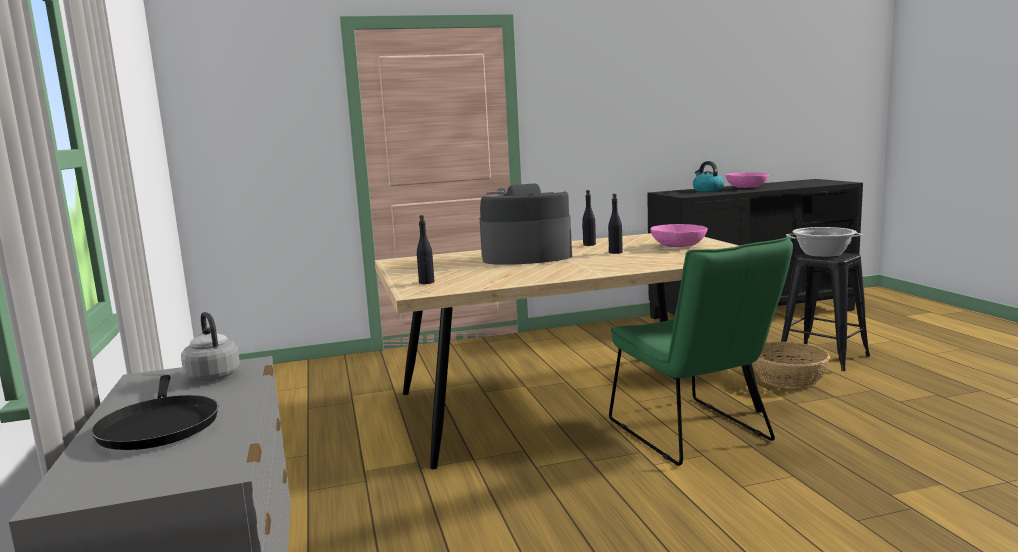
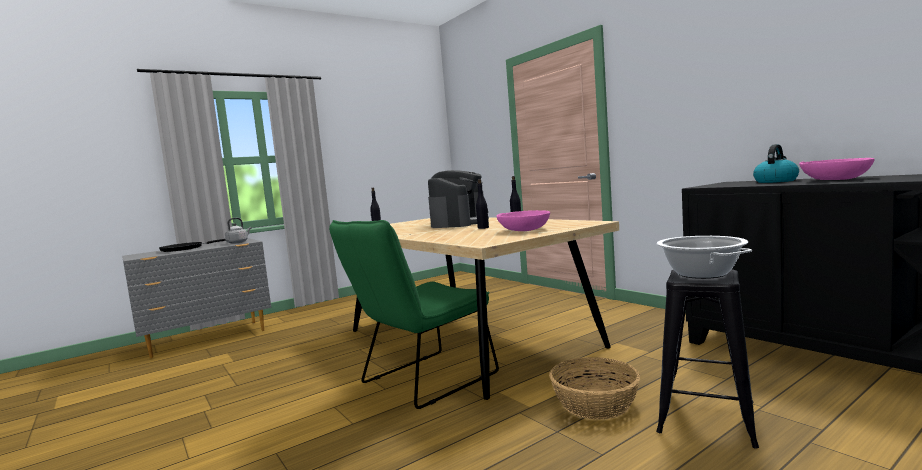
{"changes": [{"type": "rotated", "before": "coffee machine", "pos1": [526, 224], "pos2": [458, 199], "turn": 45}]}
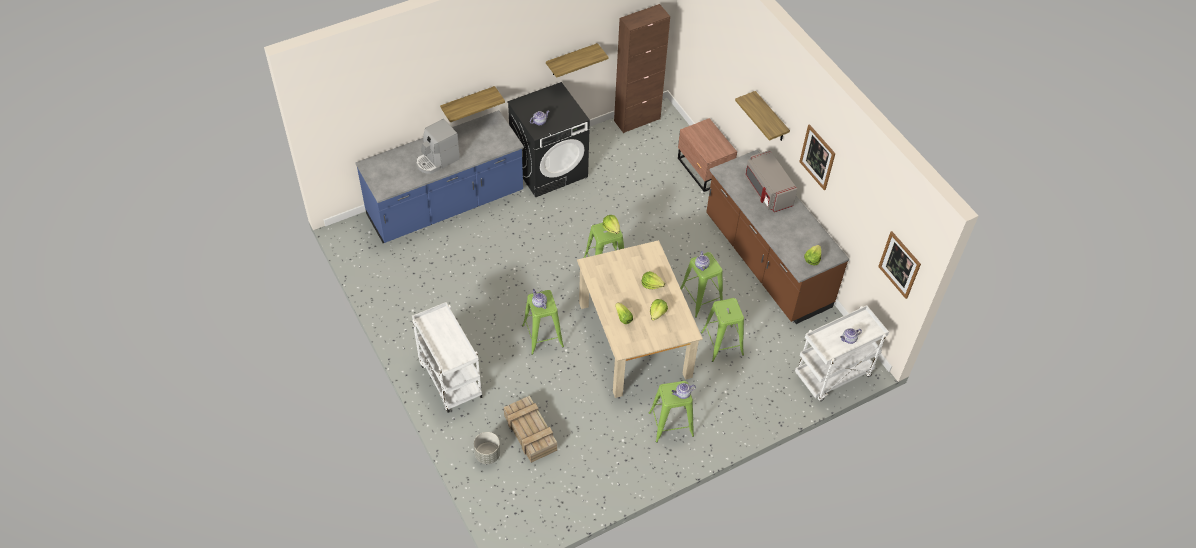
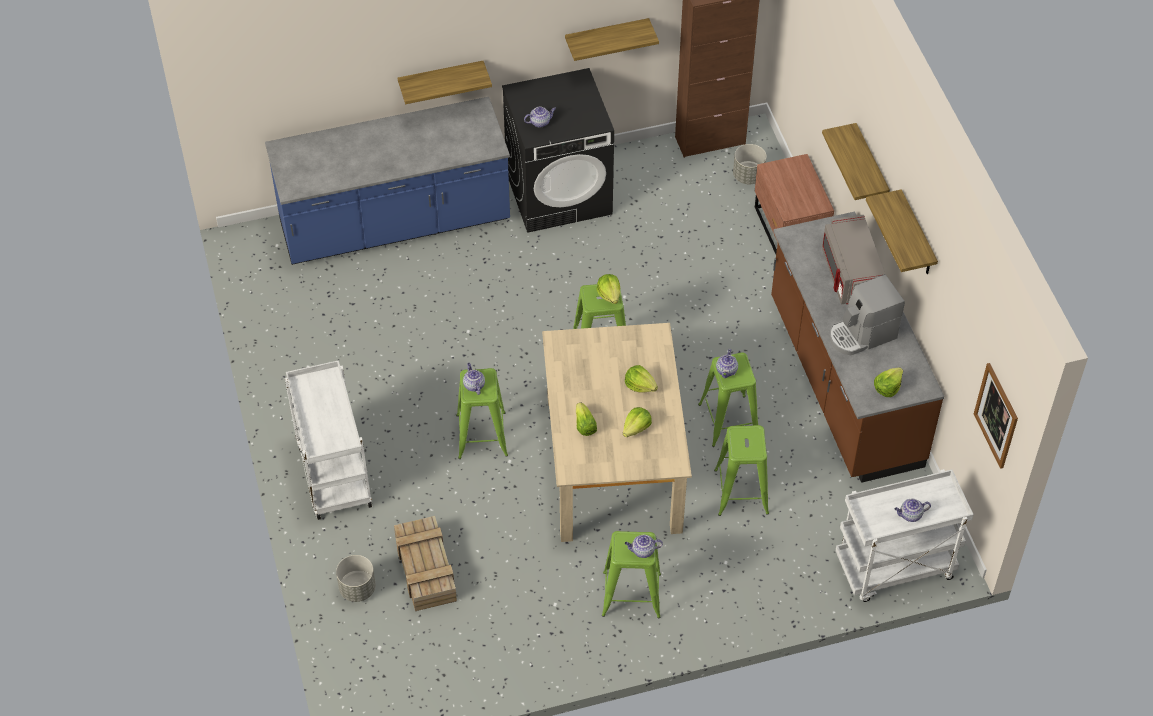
{"changes": [{"type": "shifted", "before": "coffee machine", "pos1": [438, 146], "pos2": [867, 314]}, {"type": "swapped", "before": "picture", "after": "shelf", "pos1": [817, 157], "pos2": [902, 231]}, {"type": "new", "after": "grey planter", "pos2": [750, 164]}]}
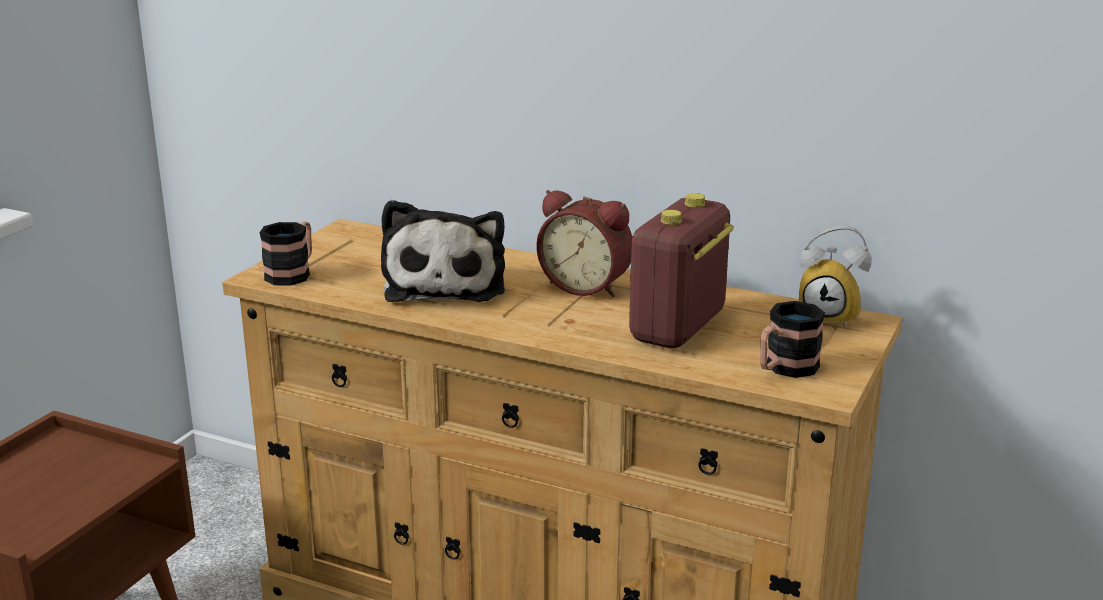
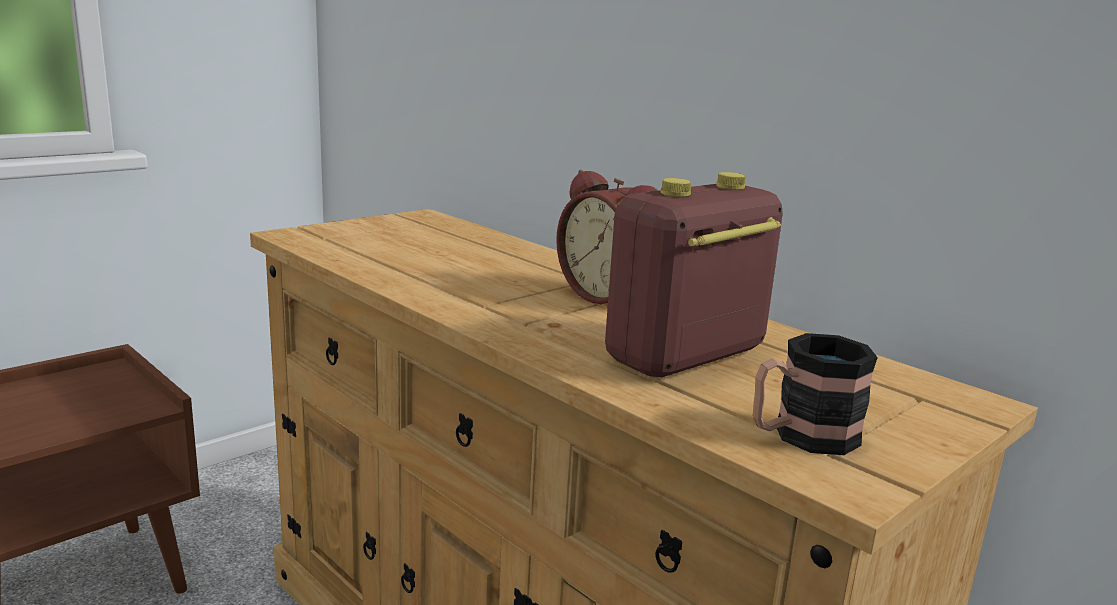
{"changes": [{"type": "gone", "before": "mug", "pos1": [285, 254]}, {"type": "gone", "before": "plush toy", "pos1": [443, 251]}, {"type": "gone", "before": "alarm clock", "pos1": [835, 276]}]}
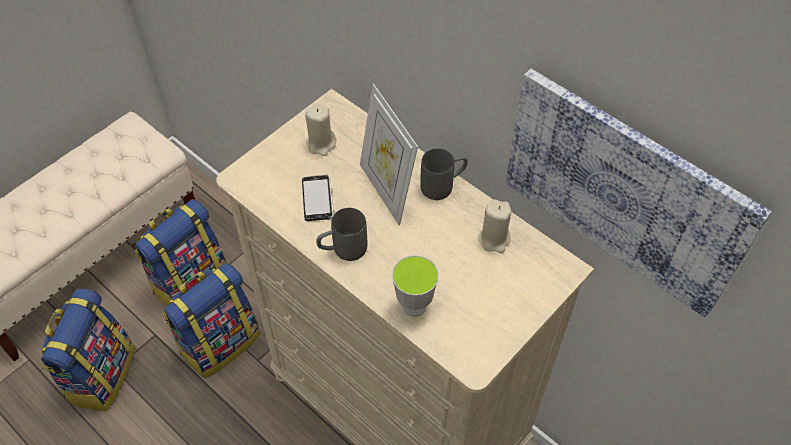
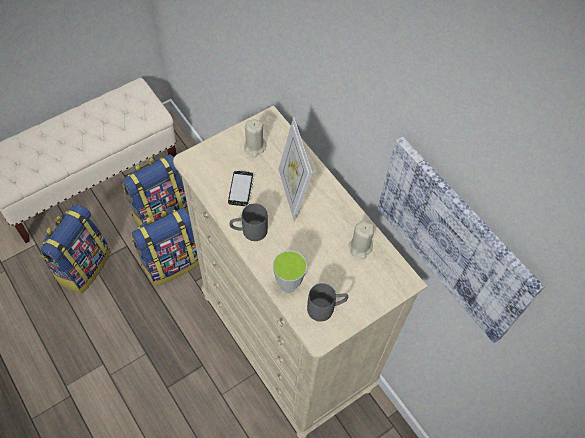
{"changes": [{"type": "shifted", "before": "grey mug", "pos1": [444, 174], "pos2": [327, 302]}]}
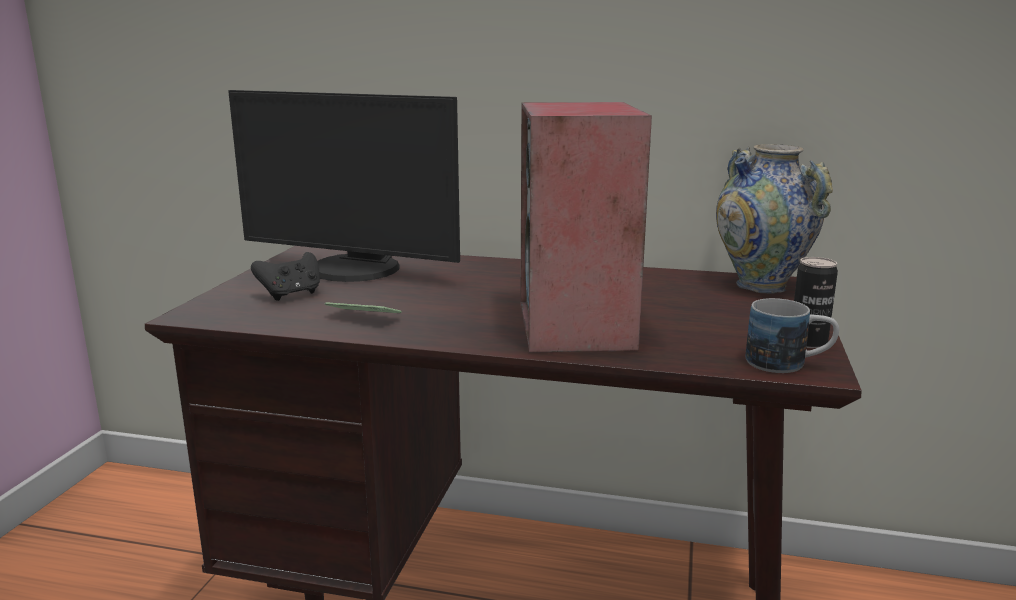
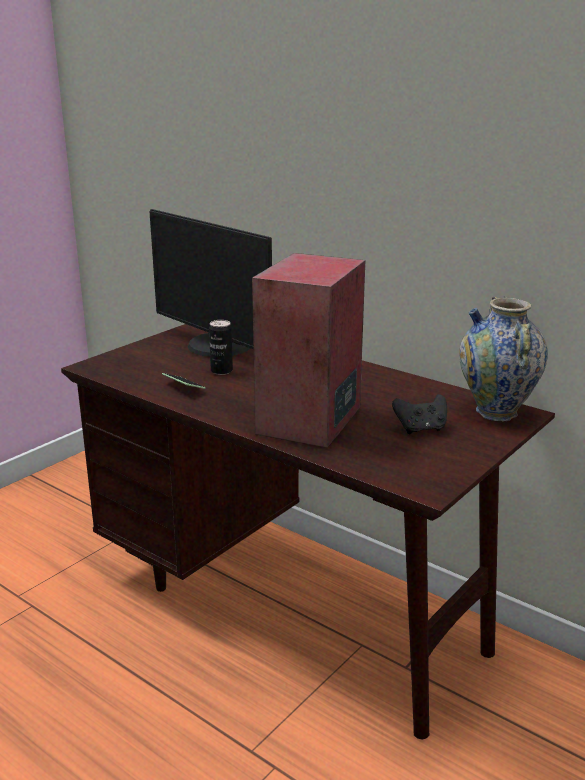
{"changes": [{"type": "shifted", "before": "black game controller", "pos1": [285, 276], "pos2": [419, 414]}, {"type": "gone", "before": "mug", "pos1": [792, 335]}, {"type": "shifted", "before": "can", "pos1": [816, 302], "pos2": [221, 347]}]}
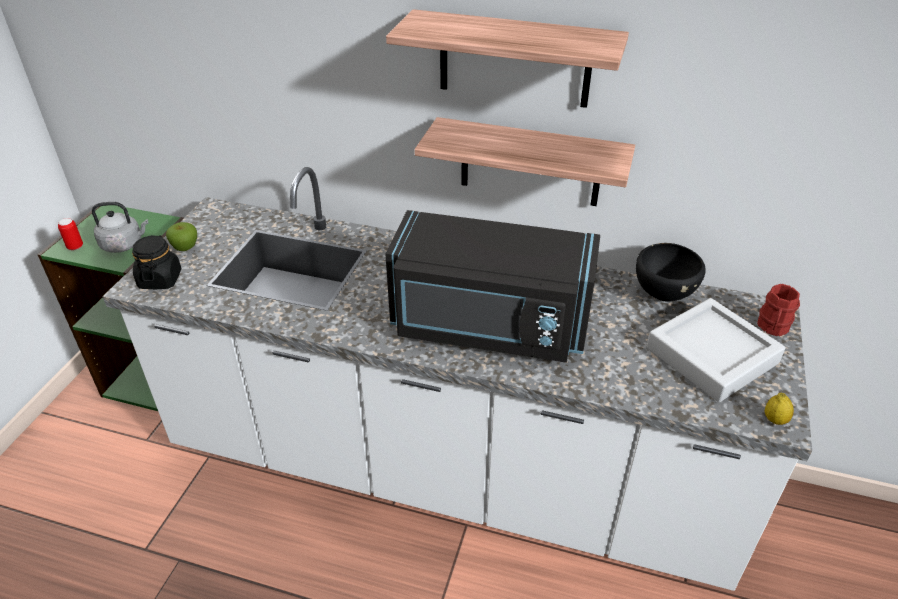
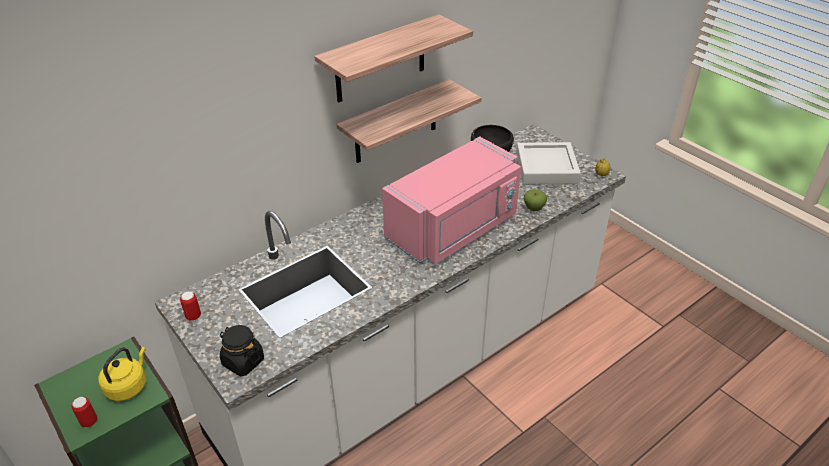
{"changes": [{"type": "repainted", "before": "grey kettle", "after": "yellow kettle", "pos1": [120, 227], "pos2": [122, 374]}, {"type": "shifted", "before": "apple", "pos1": [181, 236], "pos2": [535, 201]}, {"type": "repainted", "before": "black microwave", "after": "pink microwave", "pos1": [492, 286], "pos2": [451, 200]}, {"type": "gone", "before": "red mug", "pos1": [778, 310]}, {"type": "new", "after": "can", "pos2": [190, 306]}]}
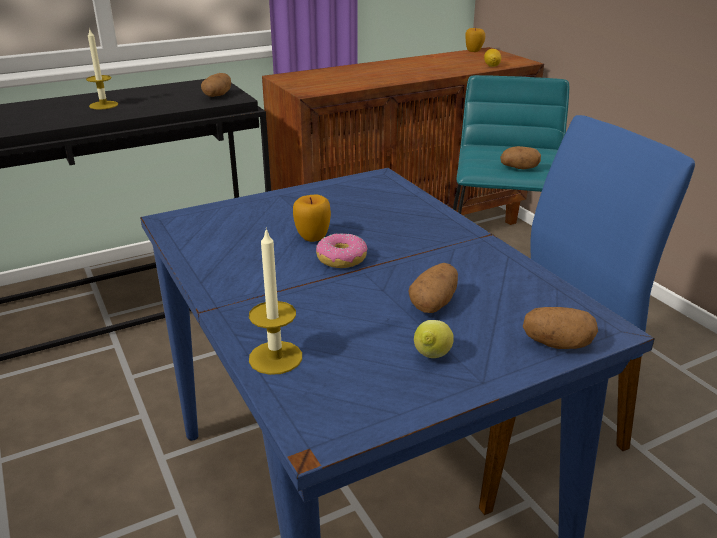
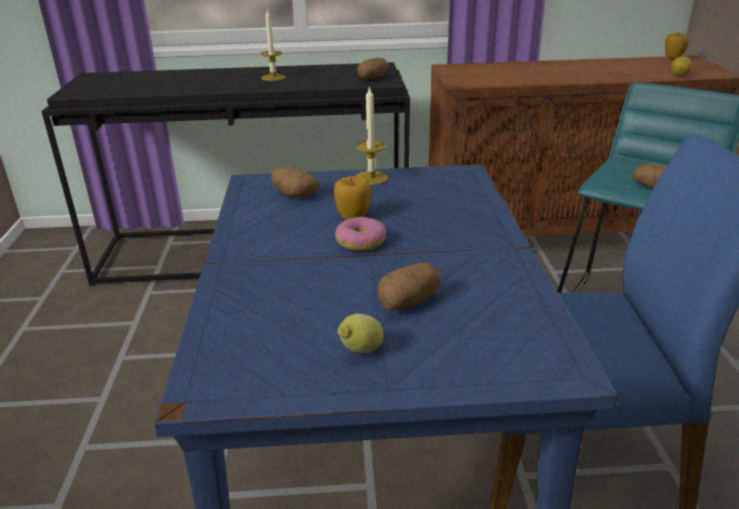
{"changes": [{"type": "shifted", "before": "candle", "pos1": [275, 301], "pos2": [371, 135]}, {"type": "shifted", "before": "potato", "pos1": [560, 328], "pos2": [295, 182]}]}
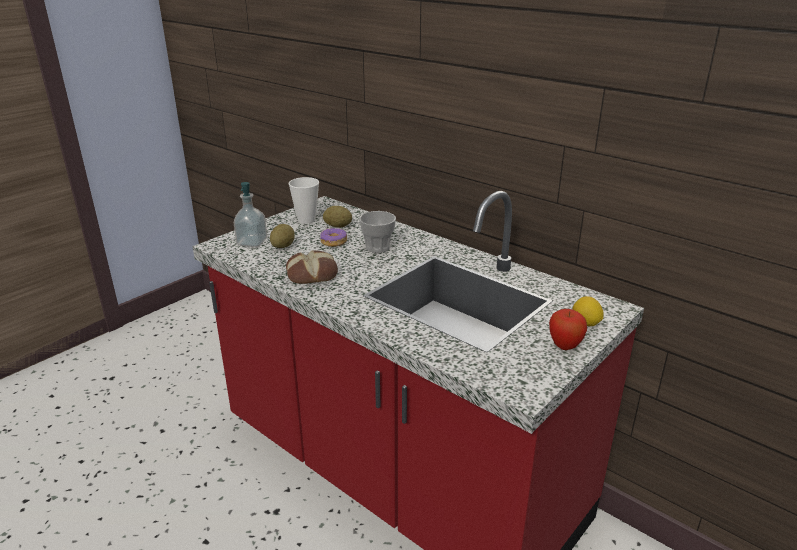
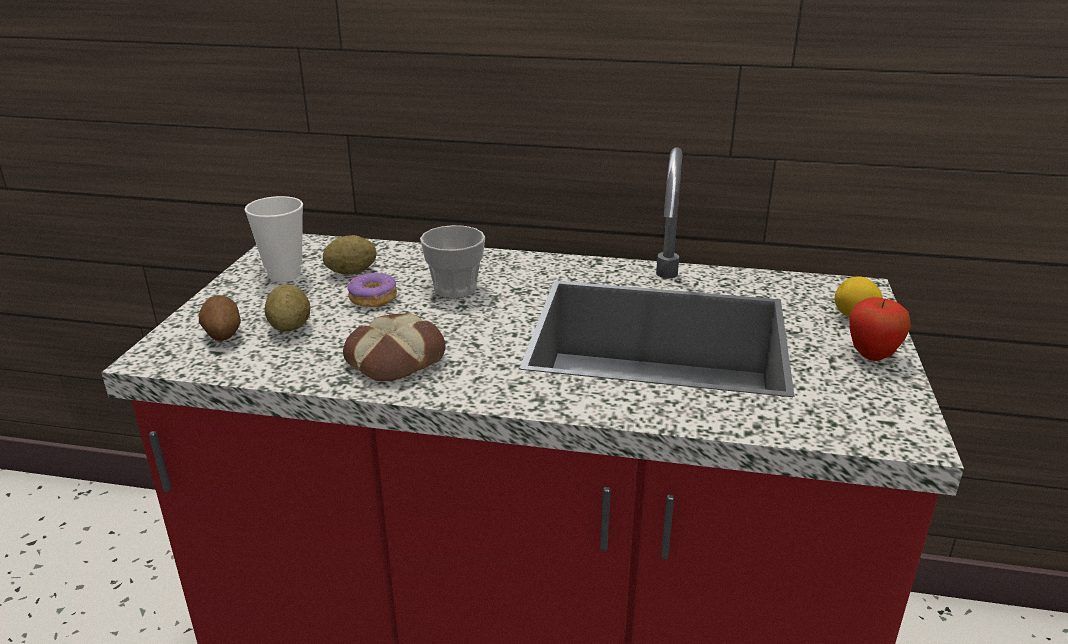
{"changes": [{"type": "swapped", "before": "soap dispenser", "after": "potato", "pos1": [250, 214], "pos2": [220, 318]}]}
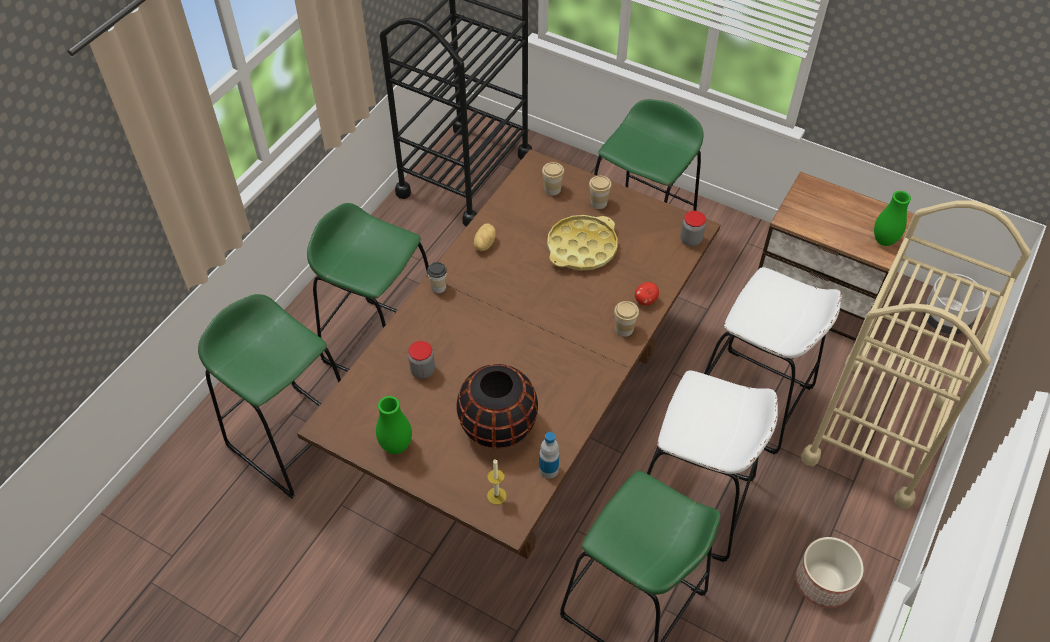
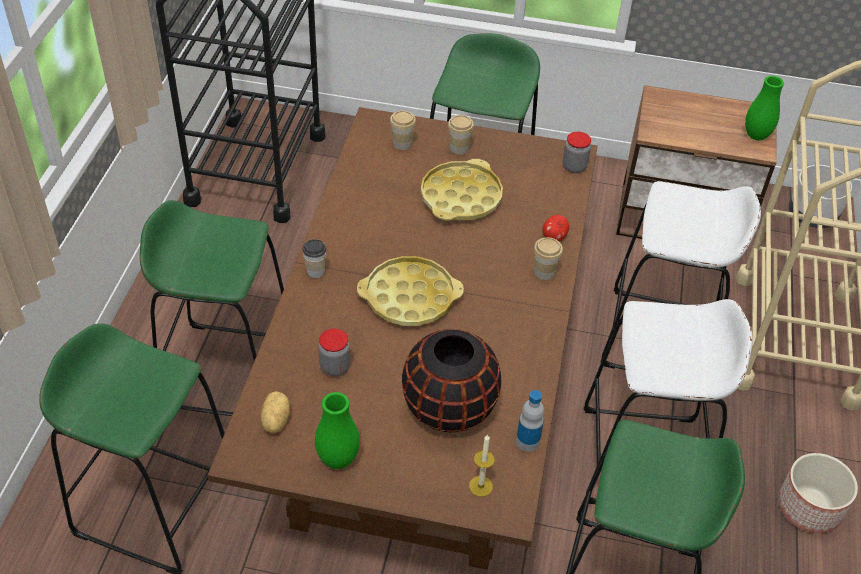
{"changes": [{"type": "shifted", "before": "potato", "pos1": [485, 237], "pos2": [275, 412]}, {"type": "new", "after": "yellow tray", "pos2": [410, 291]}]}
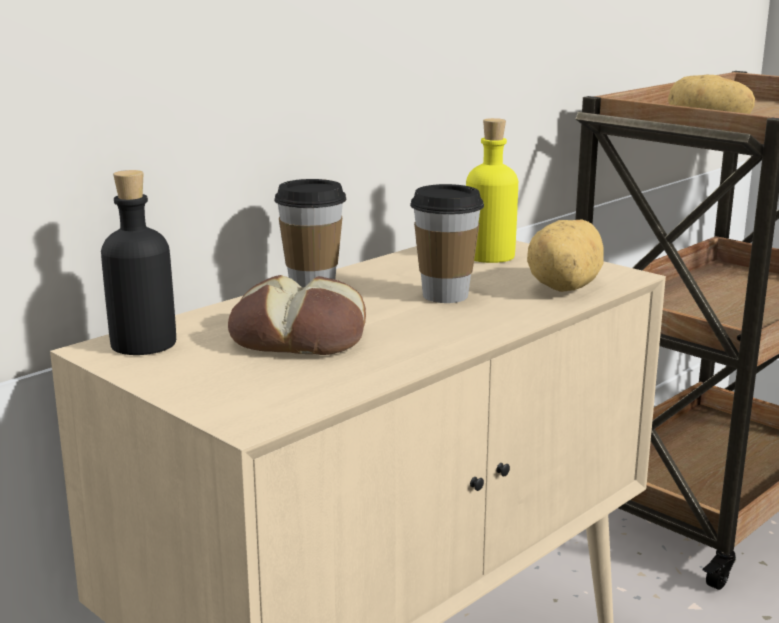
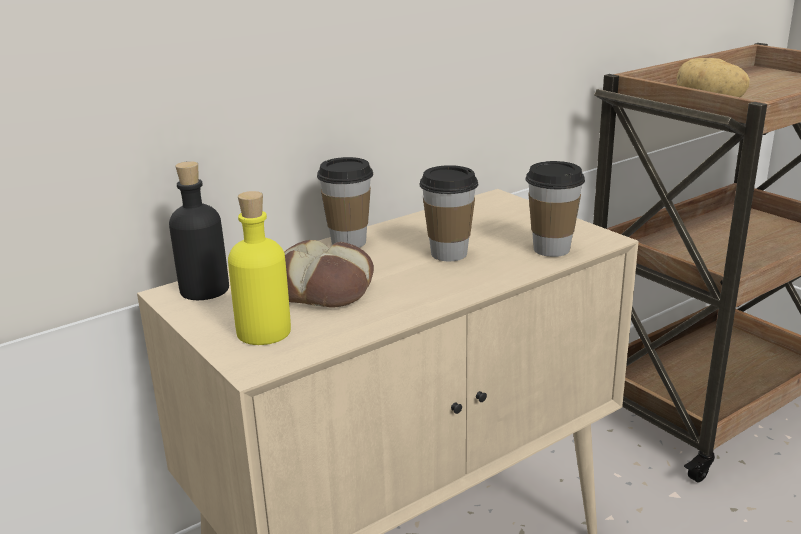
{"changes": [{"type": "shifted", "before": "yellow bottle", "pos1": [492, 190], "pos2": [259, 268]}, {"type": "swapped", "before": "potato", "after": "cup", "pos1": [565, 256], "pos2": [555, 209]}]}
